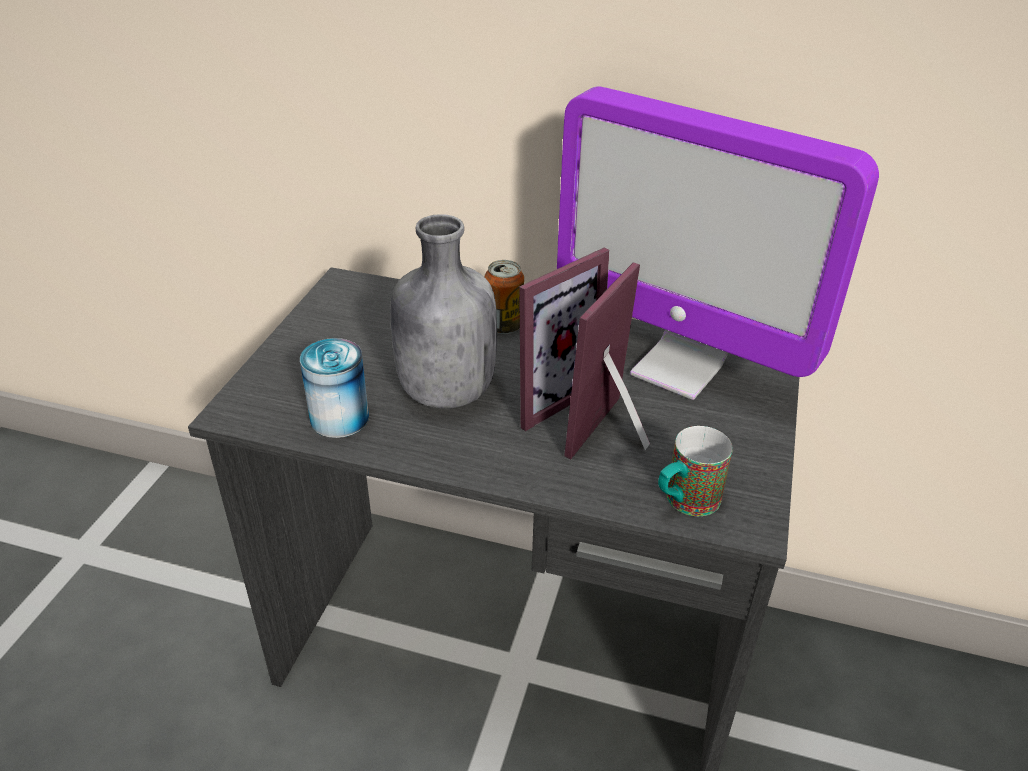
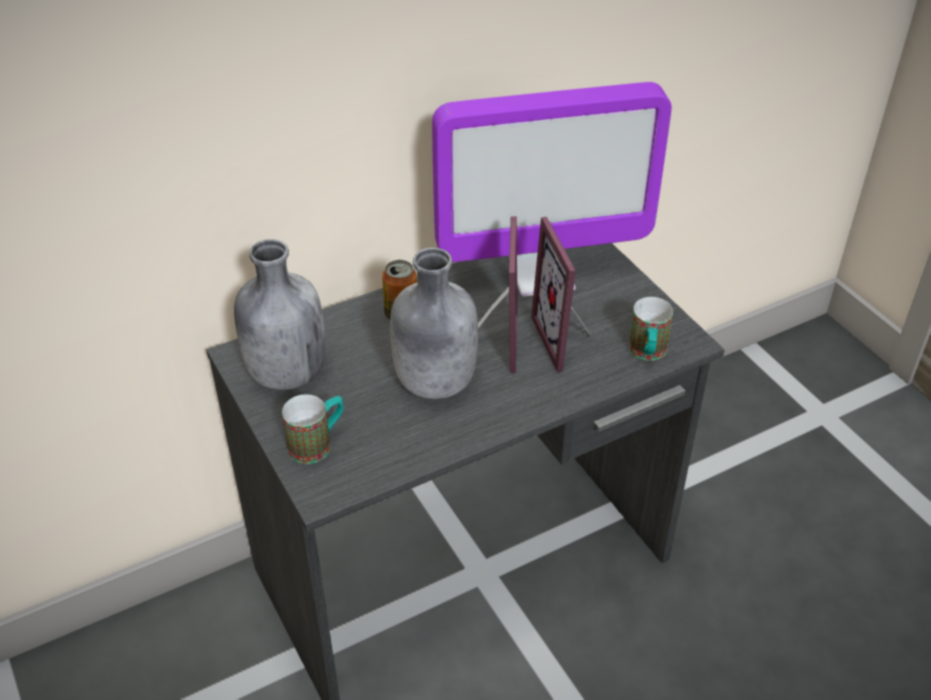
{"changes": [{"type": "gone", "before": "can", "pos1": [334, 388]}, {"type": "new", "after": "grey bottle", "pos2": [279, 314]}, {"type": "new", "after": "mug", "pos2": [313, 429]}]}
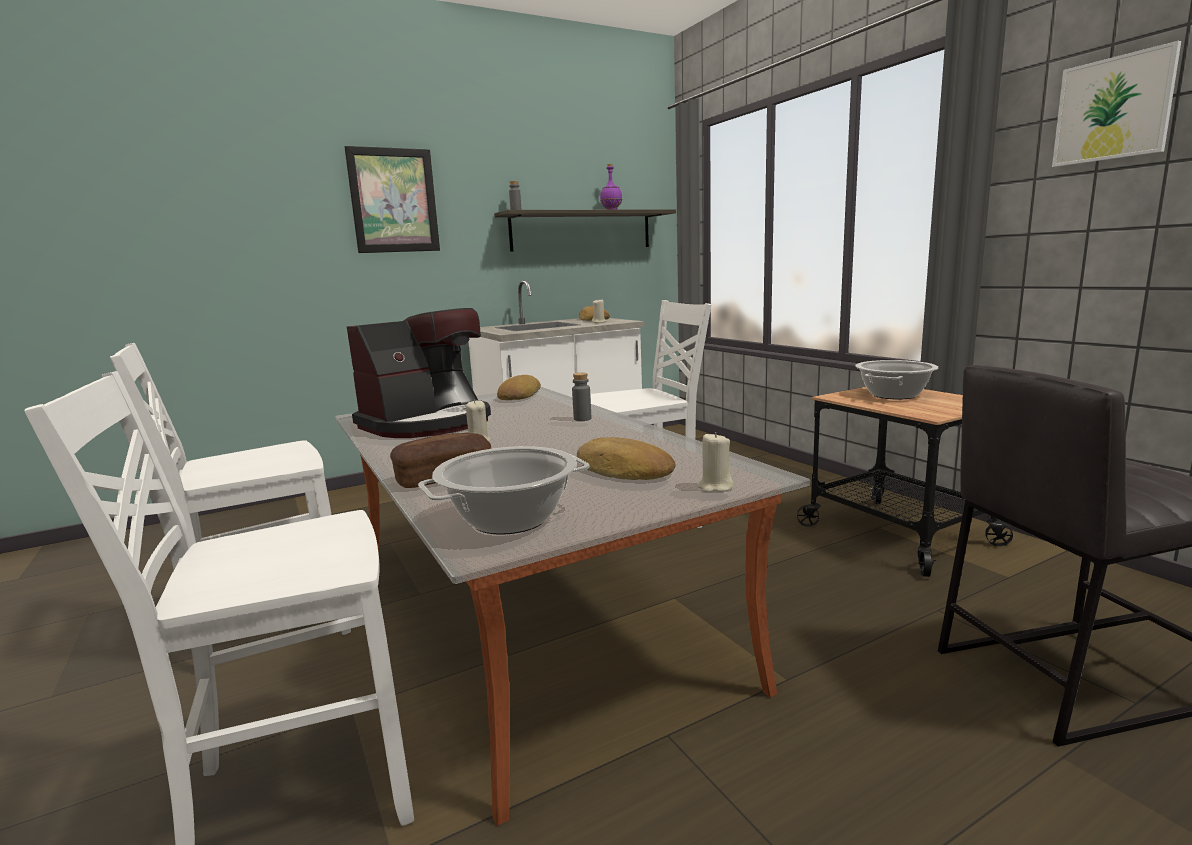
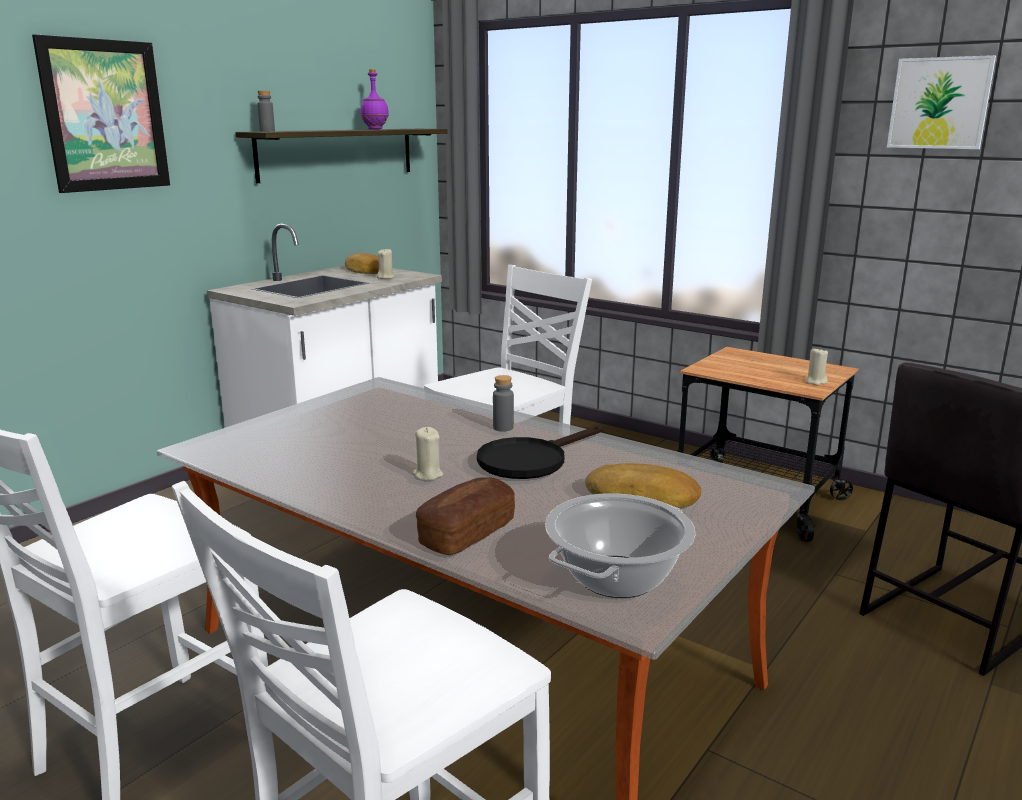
{"changes": [{"type": "gone", "before": "coffee machine", "pos1": [419, 373]}, {"type": "gone", "before": "bread", "pos1": [519, 387]}, {"type": "shifted", "before": "beige candle", "pos1": [716, 462], "pos2": [816, 366]}, {"type": "gone", "before": "cooking pot", "pos1": [896, 379]}, {"type": "new", "after": "black frying pan", "pos2": [540, 452]}]}
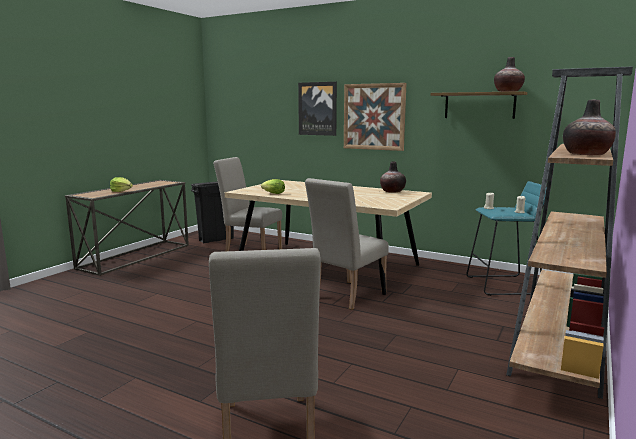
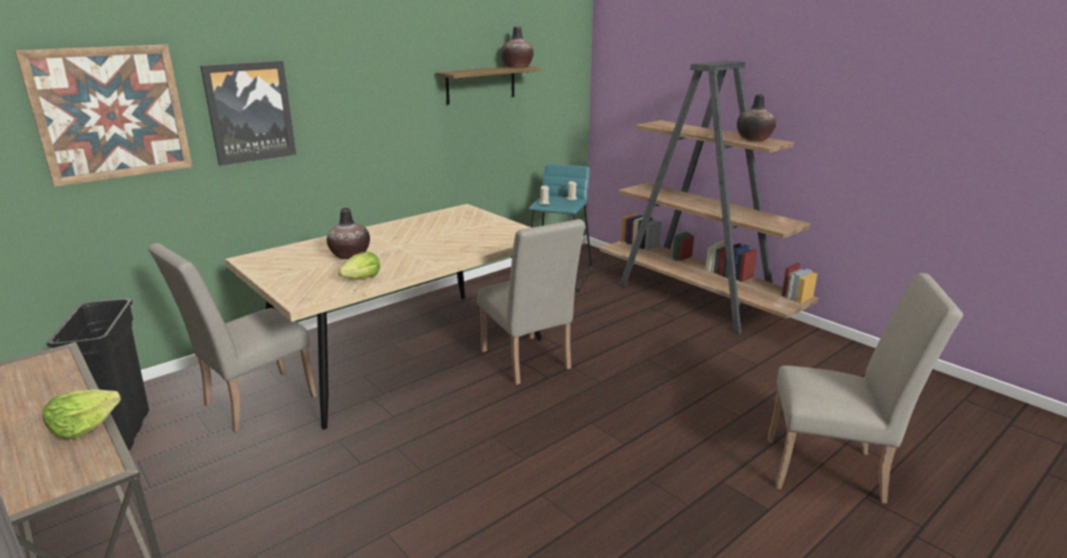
{"changes": [{"type": "shifted", "before": "picture", "pos1": [375, 117], "pos2": [104, 115]}, {"type": "shifted", "before": "vase", "pos1": [393, 177], "pos2": [348, 233]}]}
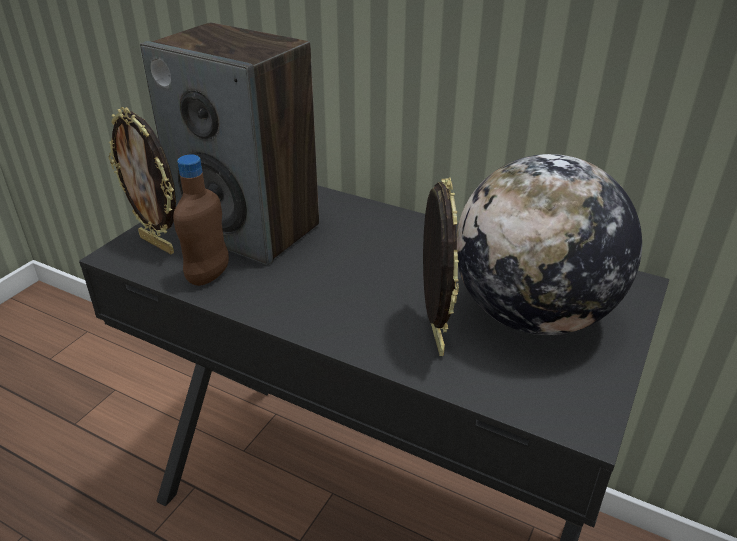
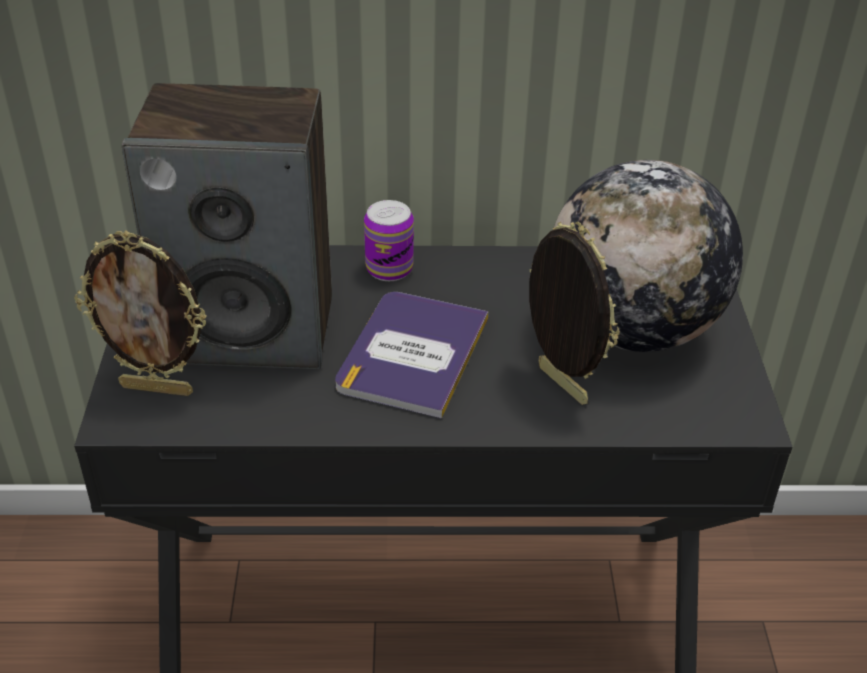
{"changes": [{"type": "gone", "before": "brown bottle", "pos1": [201, 220]}, {"type": "new", "after": "book", "pos2": [411, 355]}, {"type": "new", "after": "can", "pos2": [389, 240]}]}
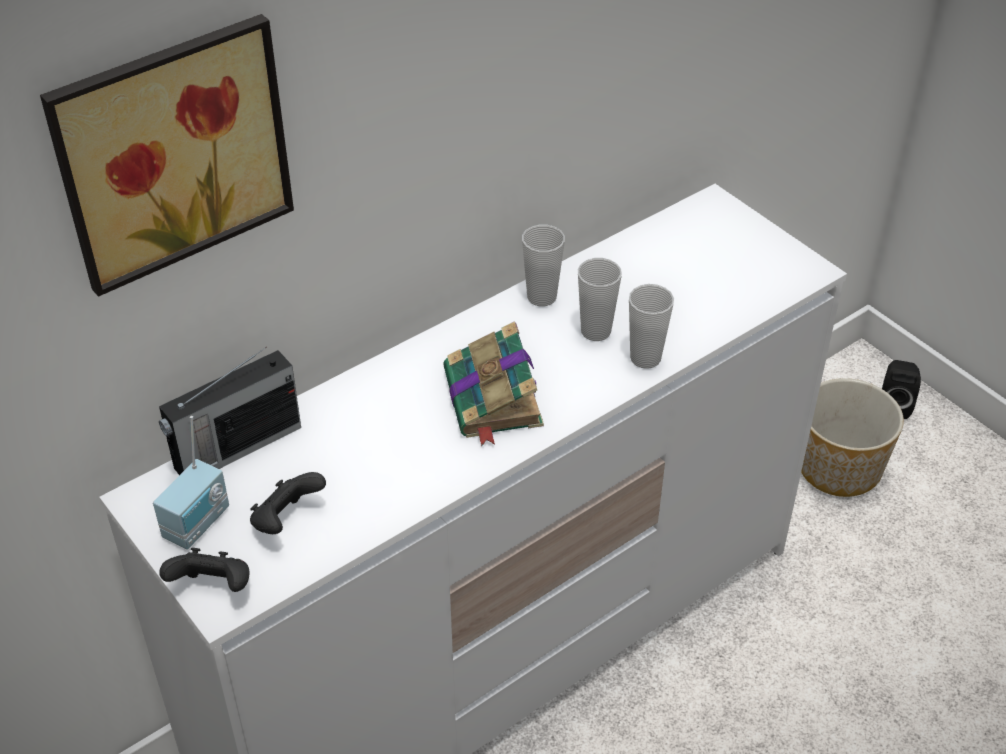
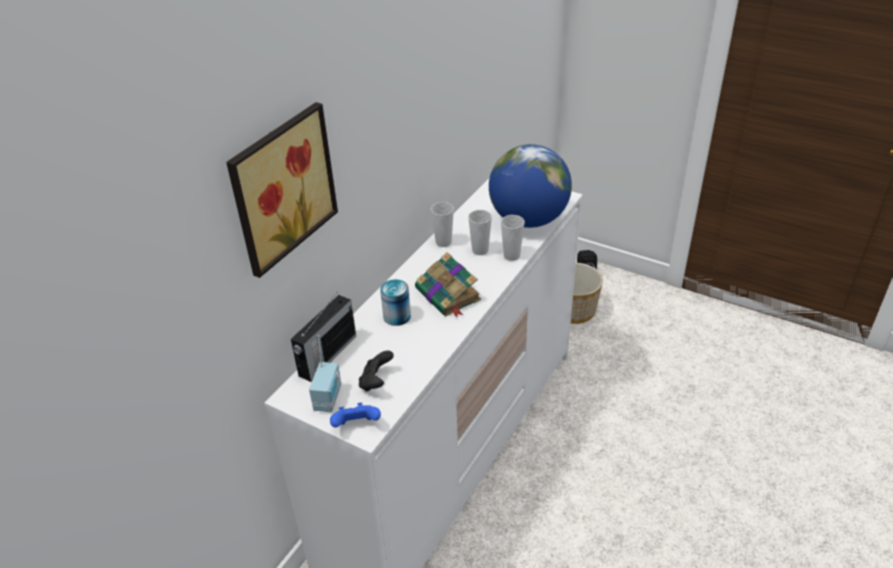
{"changes": [{"type": "repainted", "before": "black game controller", "after": "blue game controller", "pos1": [204, 570], "pos2": [355, 415]}, {"type": "new", "after": "can", "pos2": [395, 302]}, {"type": "new", "after": "globe", "pos2": [530, 186]}]}
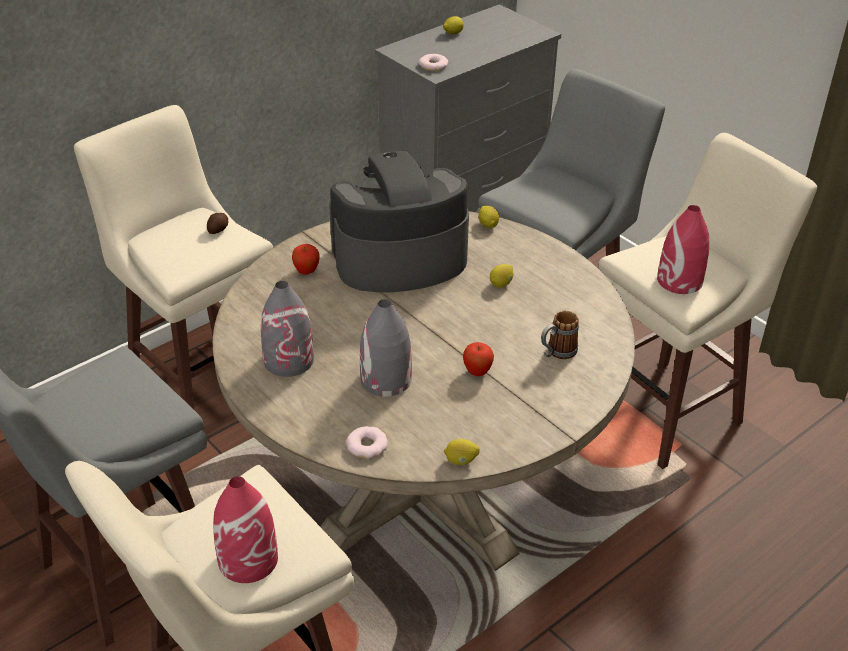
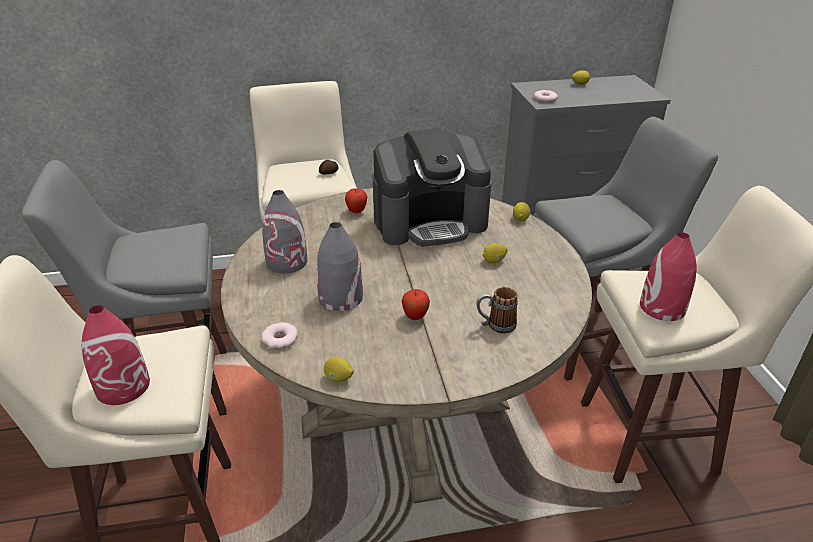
{"changes": [{"type": "rotated", "before": "coffee machine", "pos1": [399, 221], "pos2": [432, 187], "turn": 150}]}
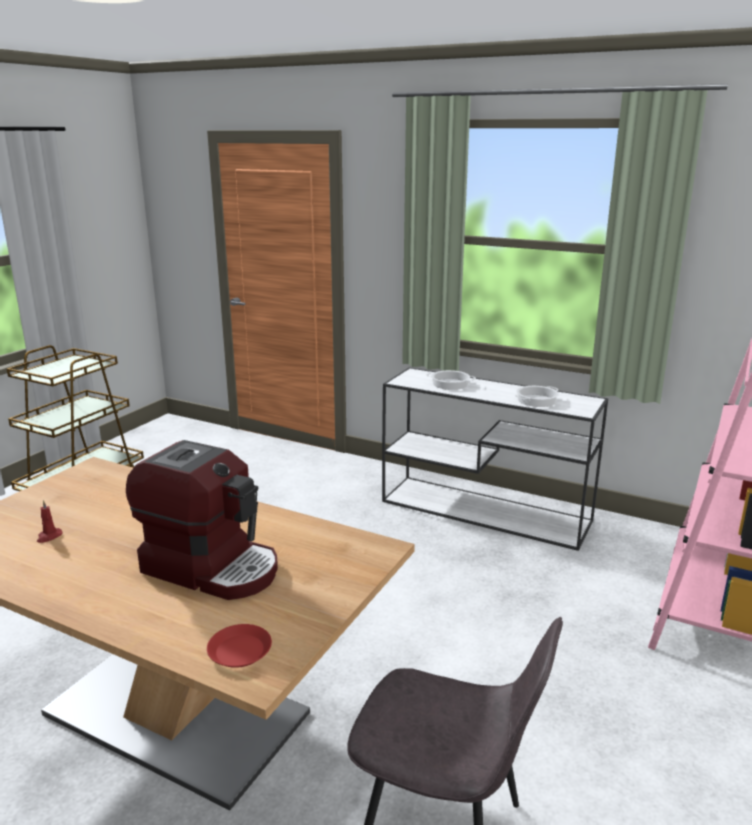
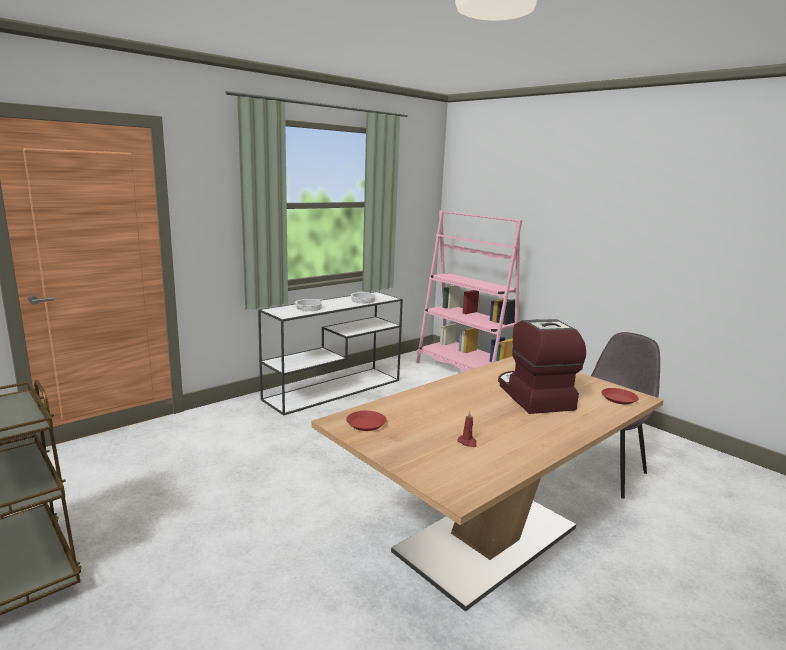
{"changes": [{"type": "rotated", "before": "coffee machine", "pos1": [202, 520], "pos2": [542, 366], "turn": -60}, {"type": "new", "after": "red plate", "pos2": [366, 420]}]}
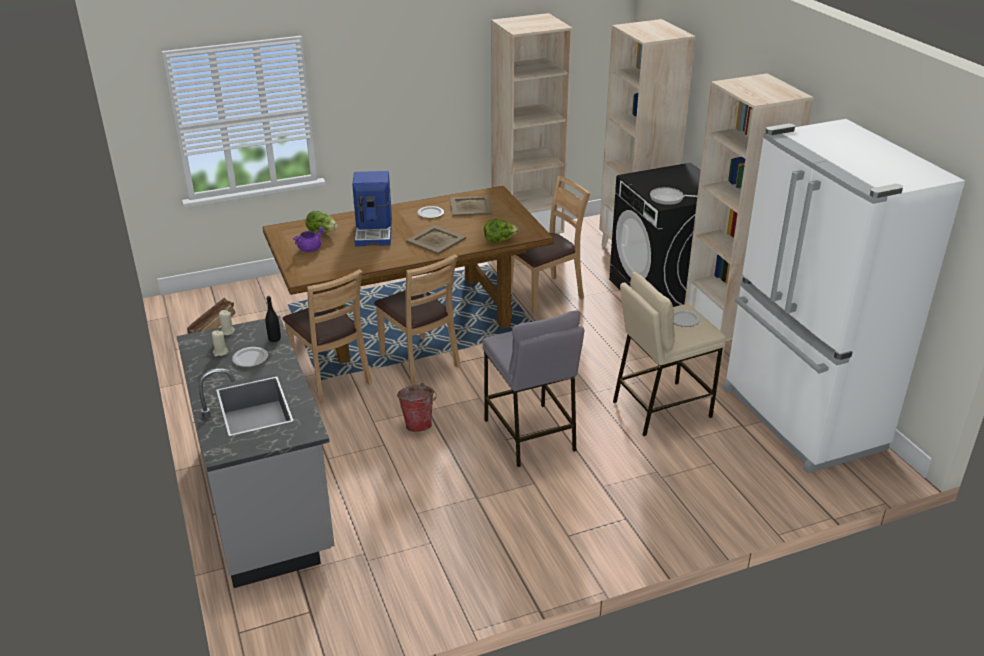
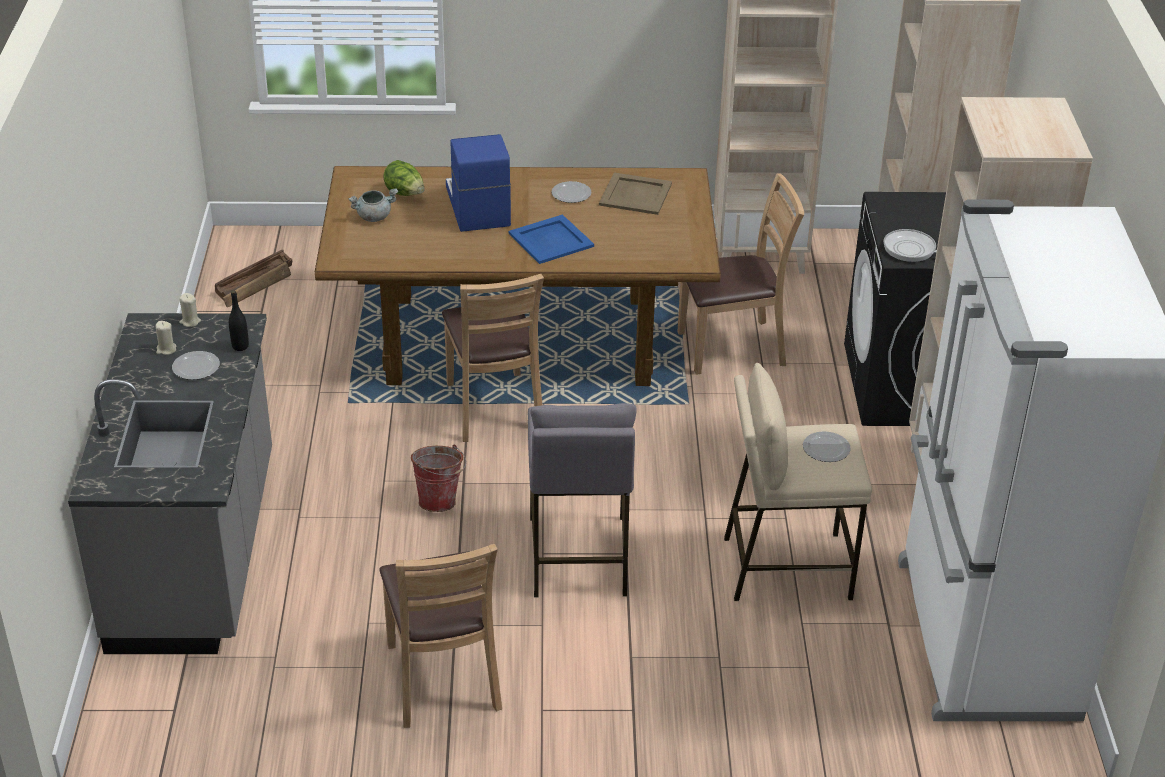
{"changes": [{"type": "shifted", "before": "brown chair", "pos1": [327, 336], "pos2": [441, 635]}, {"type": "repainted", "before": "purple cooking pot", "after": "grey cooking pot", "pos1": [308, 239], "pos2": [373, 205]}, {"type": "rotated", "before": "coffee machine", "pos1": [372, 209], "pos2": [478, 183], "turn": 150}, {"type": "repainted", "before": "beige tray", "after": "blue tray", "pos1": [436, 240], "pos2": [551, 239]}, {"type": "gone", "before": "lettuce", "pos1": [501, 231]}]}
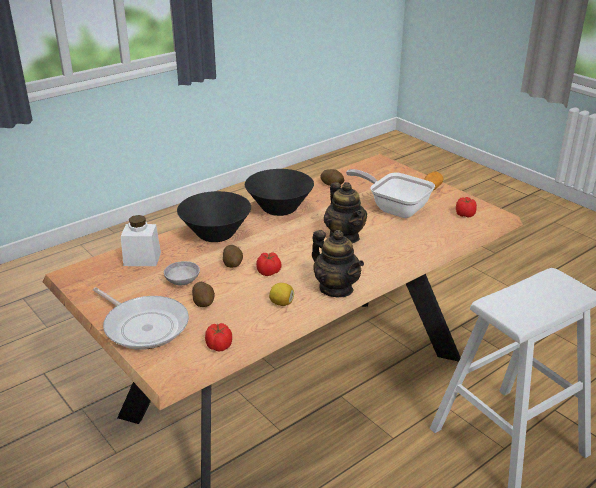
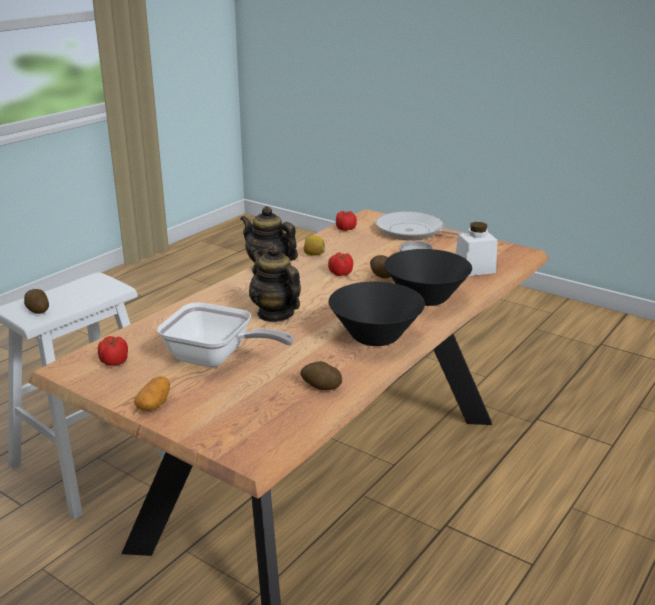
{"changes": [{"type": "shifted", "before": "potato", "pos1": [203, 294], "pos2": [36, 301]}]}
